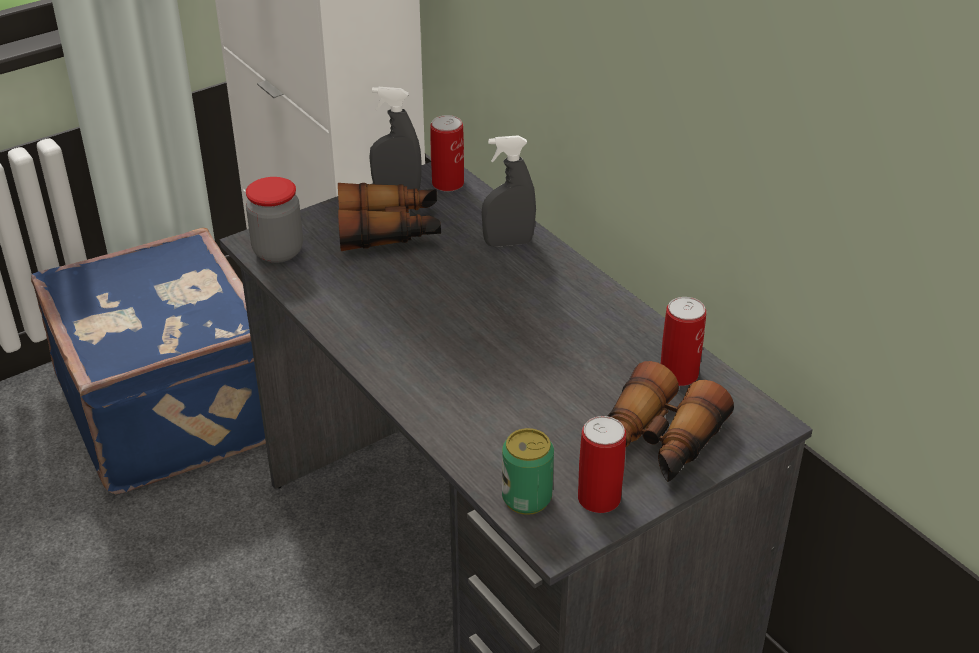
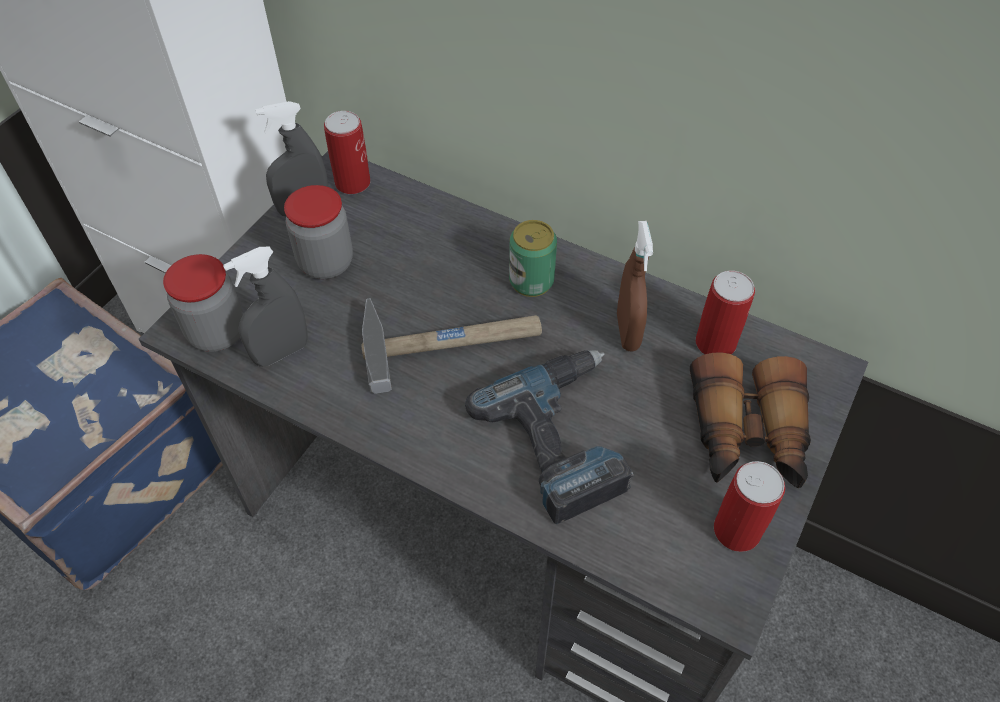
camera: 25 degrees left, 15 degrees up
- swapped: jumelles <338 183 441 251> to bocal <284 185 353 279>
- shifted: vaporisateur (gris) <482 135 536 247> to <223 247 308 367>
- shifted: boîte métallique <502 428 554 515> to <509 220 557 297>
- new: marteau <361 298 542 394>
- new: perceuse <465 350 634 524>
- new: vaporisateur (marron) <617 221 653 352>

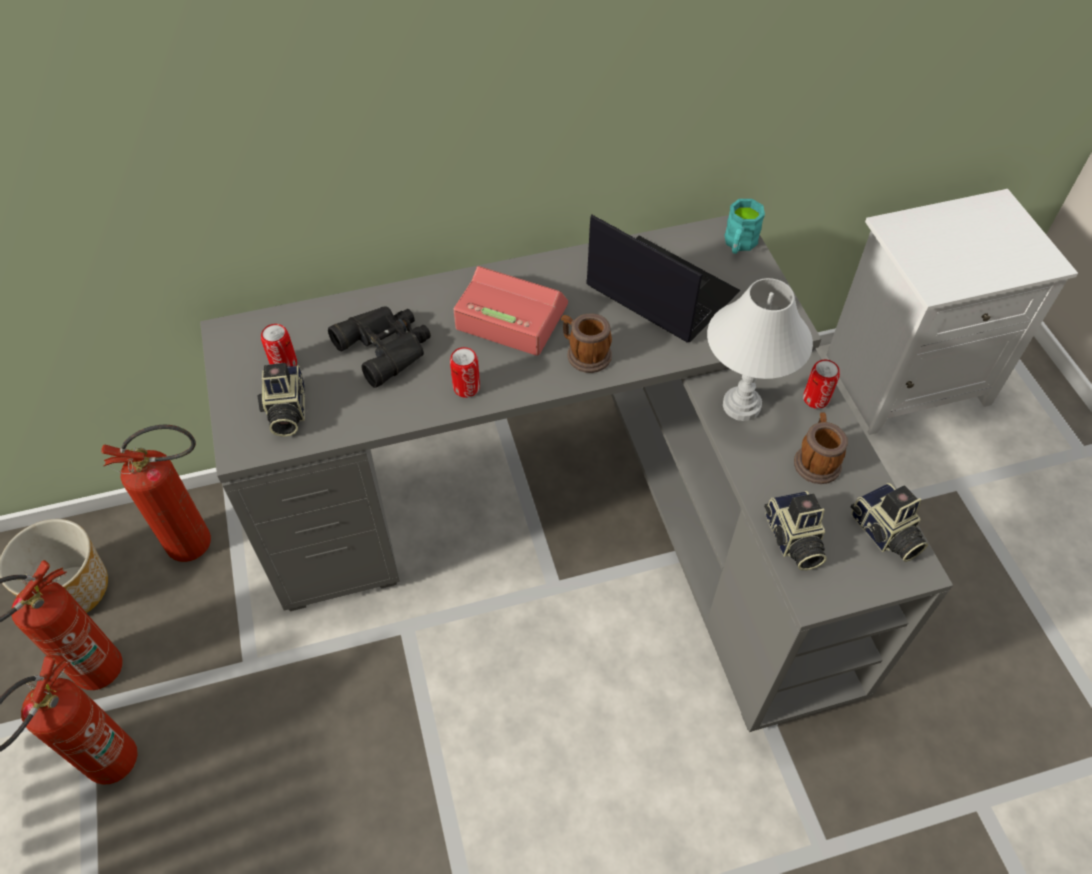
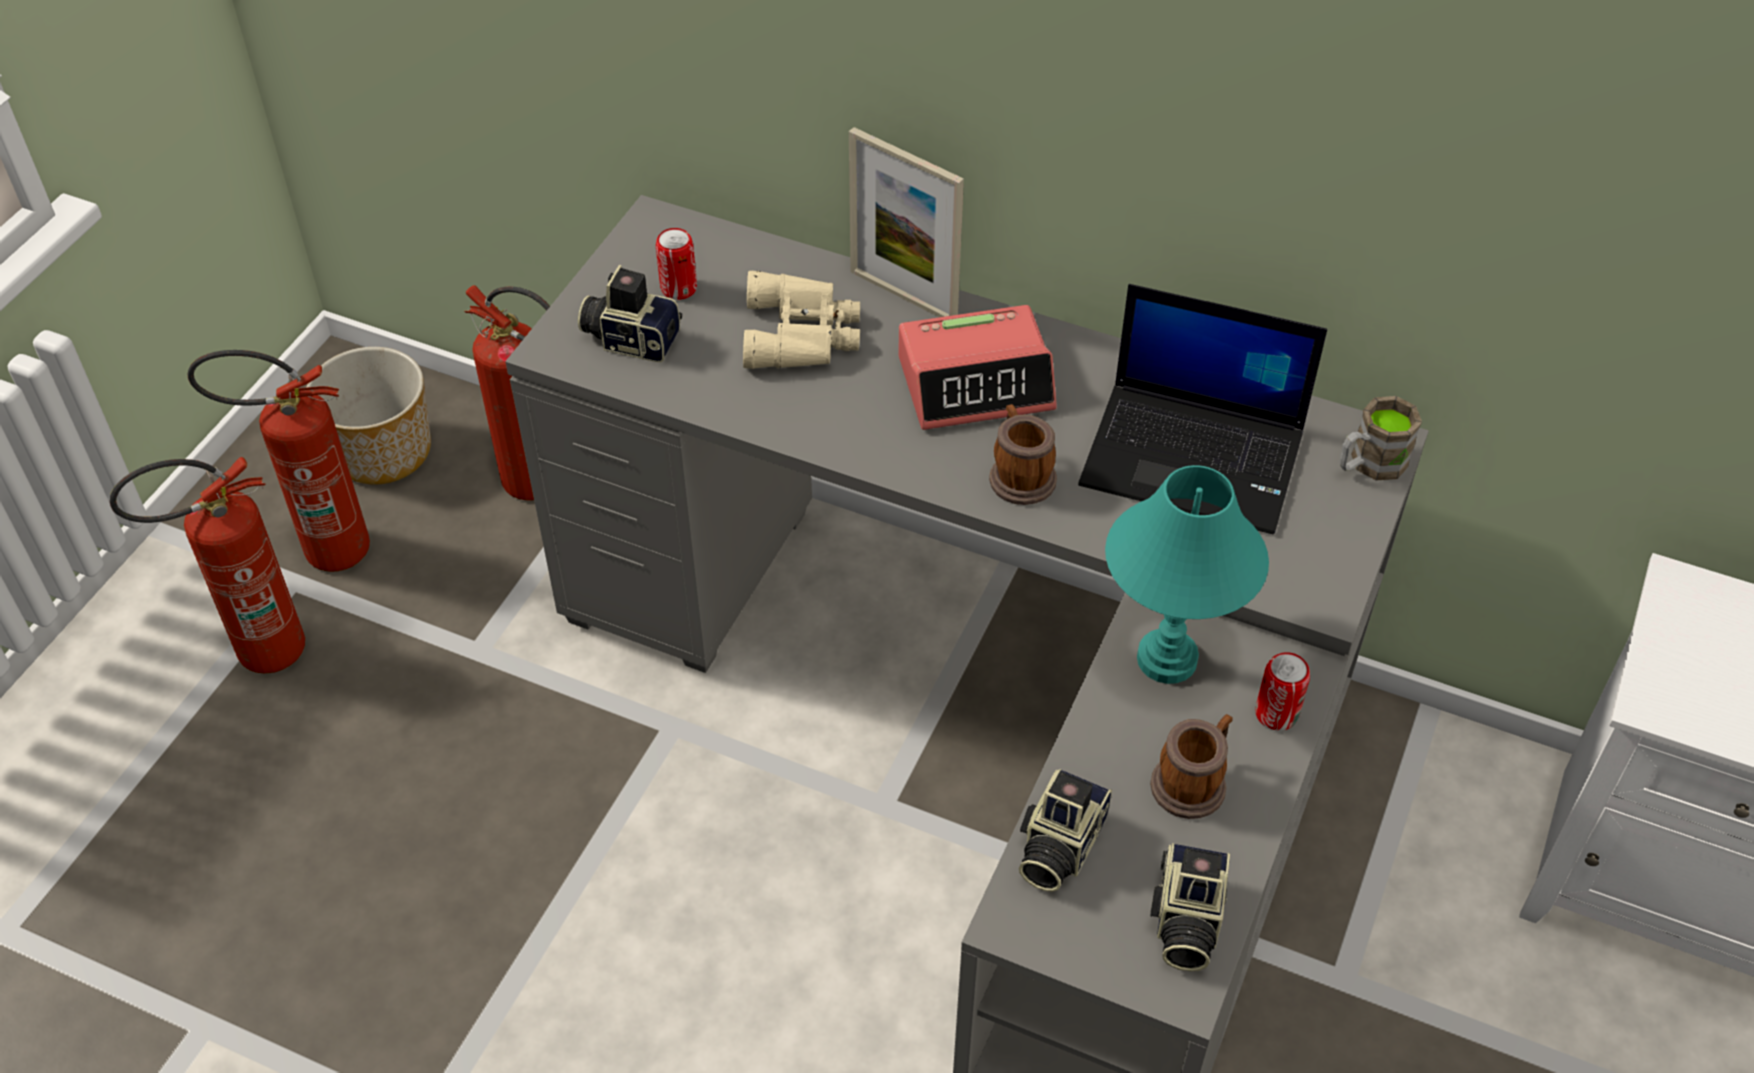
camera: 40 degrees right, 5 degrees down
- rotated: appareil photo <258 363 305 437> = <578 265 682 362> 75 degrees clockwise
- repainted: jumelles (noir) <328 307 431 388> to jumelles (beige) <743 271 860 369>
- gone: boîte métallique <450 347 480 398>
- rotated: réveil <454 266 568 356> = <898 305 1057 430> 105 degrees clockwise
- rotated: ordinateur portable <586 214 740 342> = <1078 284 1327 534> 120 degrees clockwise
- repainted: lampe de table (blanc) <707 278 813 421> to lampe de table (turquoise) <1105 465 1269 684>
- repainted: mug (turquoise) <724 199 765 254> to mug (marron) <1339 396 1422 481>
- new: cadre photo <849 127 964 317>

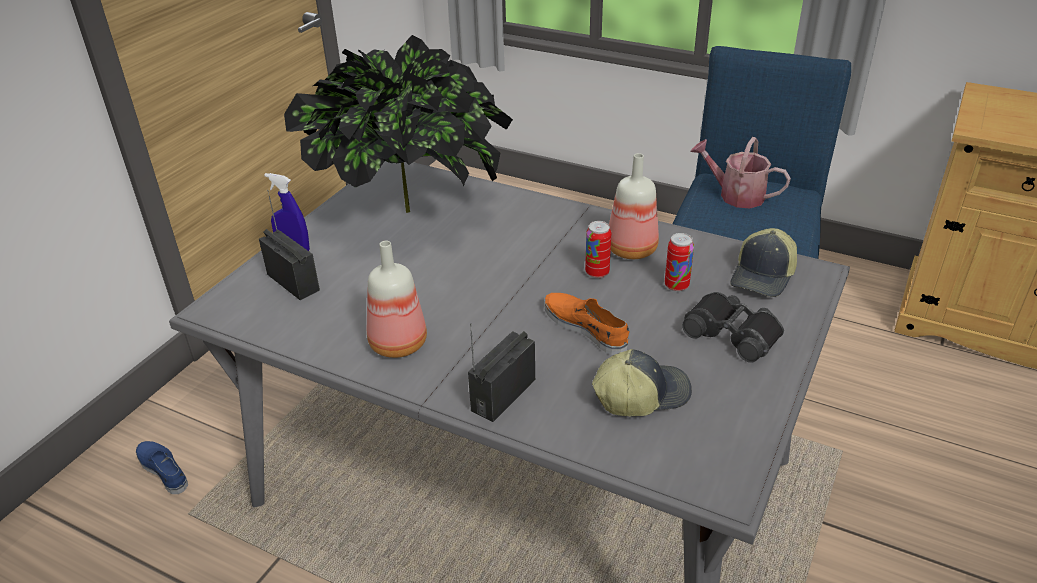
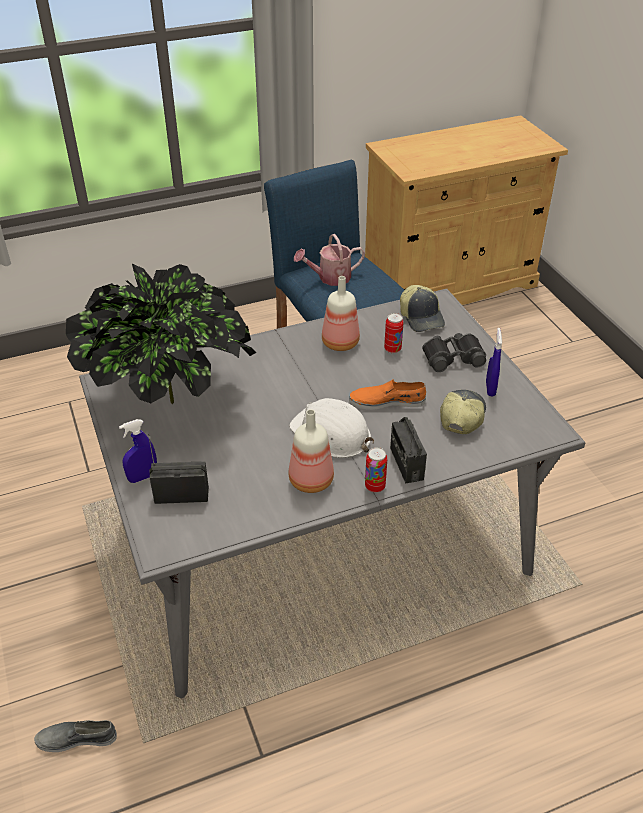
camera: 50 degrees left, 5 degrees up
- repainted: chaussure (bleu) <136 441 188 494> to chaussure (gris) <34 720 117 752>
- shifted: boîte métallique <585 221 611 278> to <365 447 387 493>
- new: casque de chantier (blanc) <289 398 374 458>
- new: vaporisateur (bleu) <486 328 502 397>

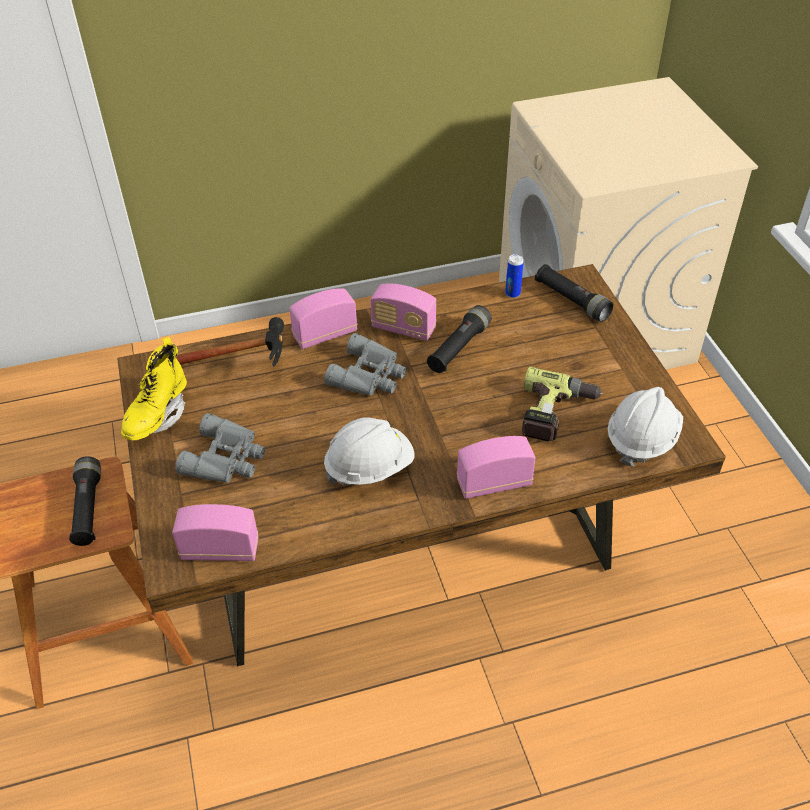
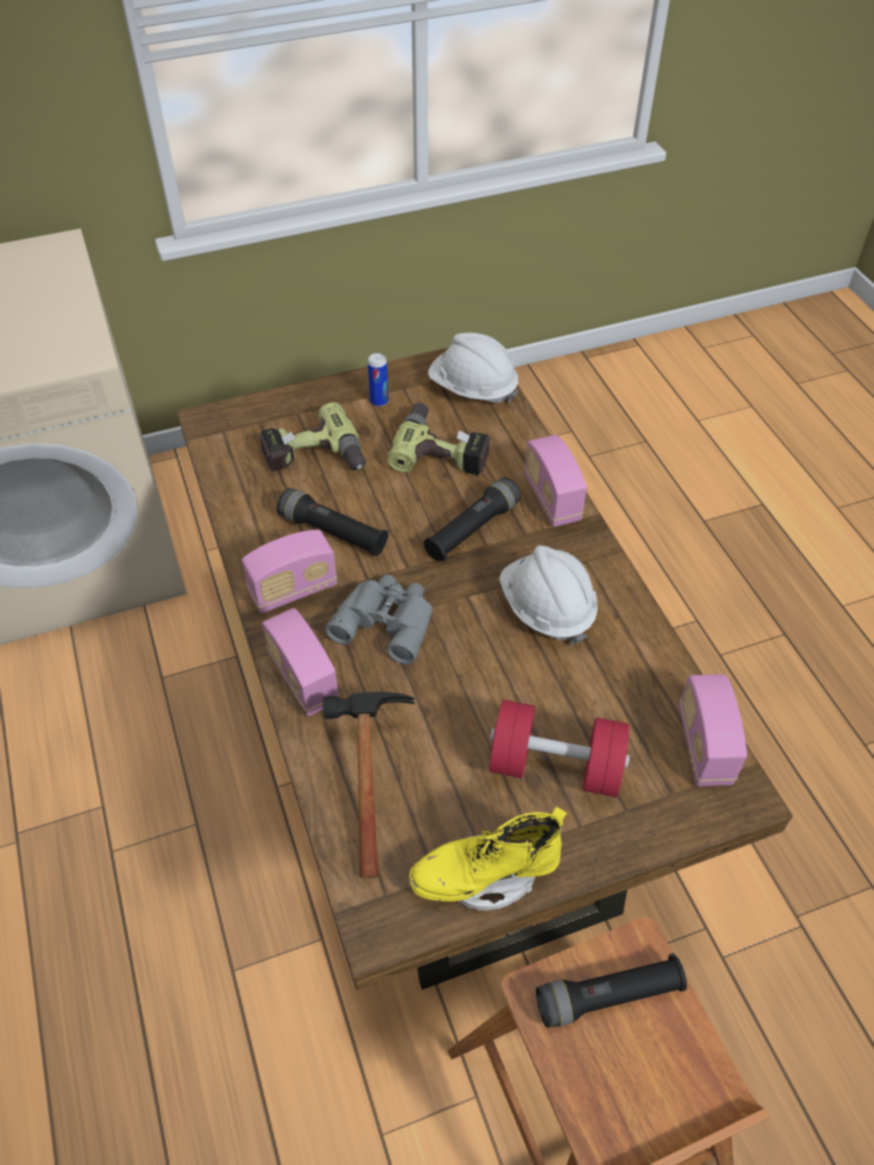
camera: 95 degrees left, 5 degrees up
- rotated: botte (jaune) <121 337 187 440> = <409 806 567 911> 150 degrees clockwise
- swapped: jumelles (gris) <175 413 265 483> to haltère (rouge) <489 700 630 797>
- rotated: radio <370 284 436 341> = <242 530 337 613> 45 degrees clockwise
- shifted: boîte métallique <505 254 524 298> to <368 353 389 407>
- shifted: lampe de poche (noir) <535 264 614 322> to <424 477 521 561>
- new: perceuse <259 402 366 471>

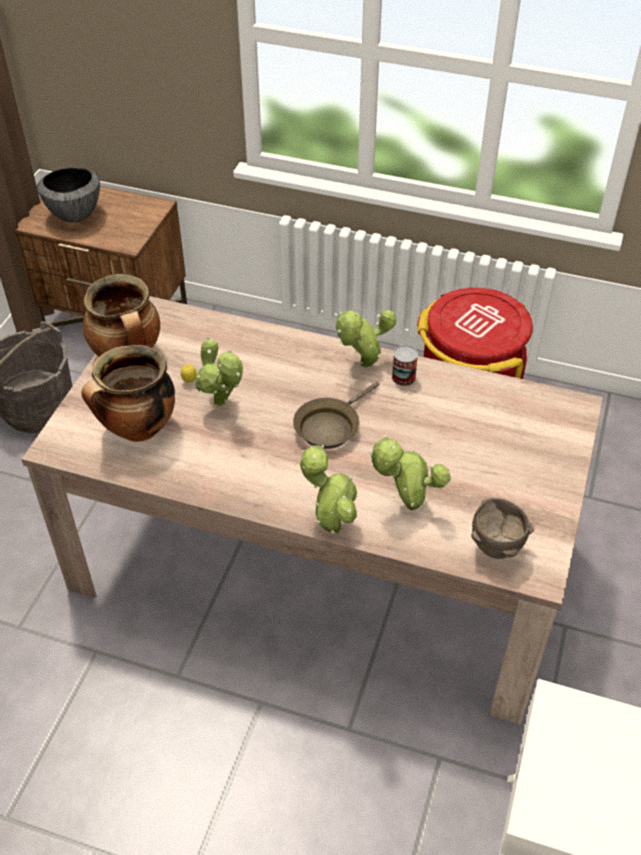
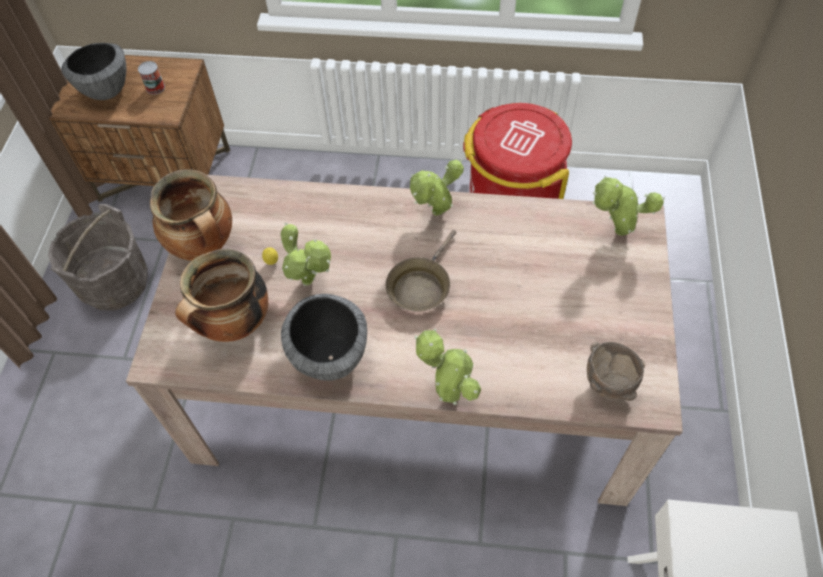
camera: 10 degrees left, 10 degrees up
- shifted: plante en pot <369 435 451 510> to <593 176 665 236>
- shifted: boîte métallique <392 345 418 386> to <138 61 165 95>
- new: bol <281 294 367 381>

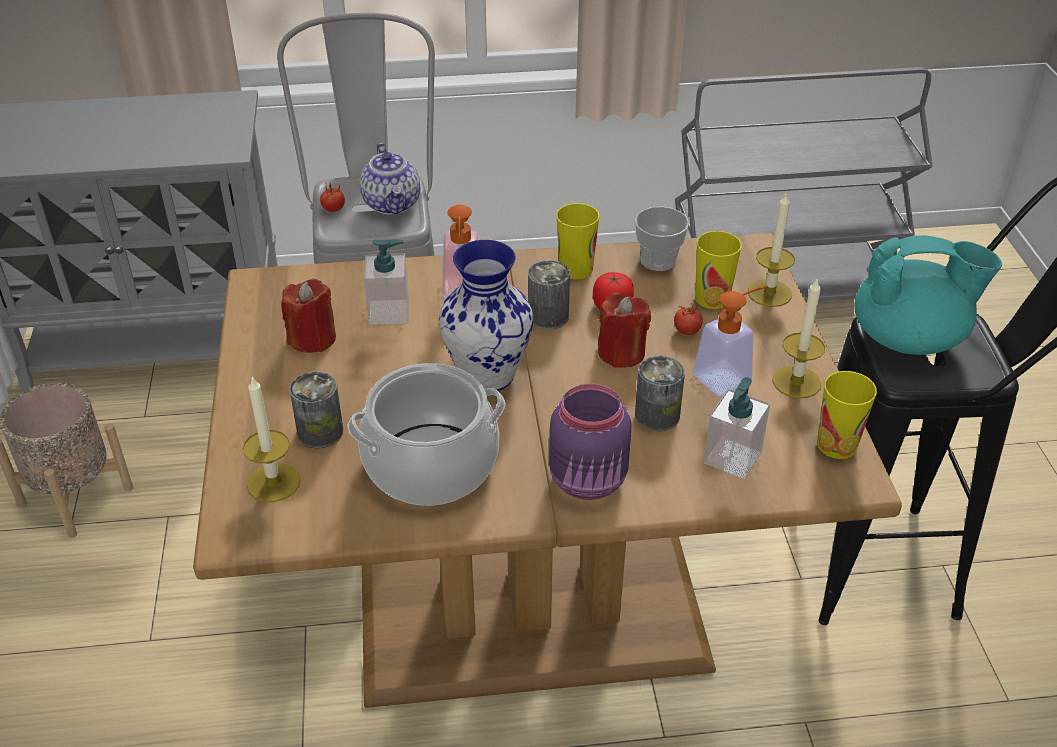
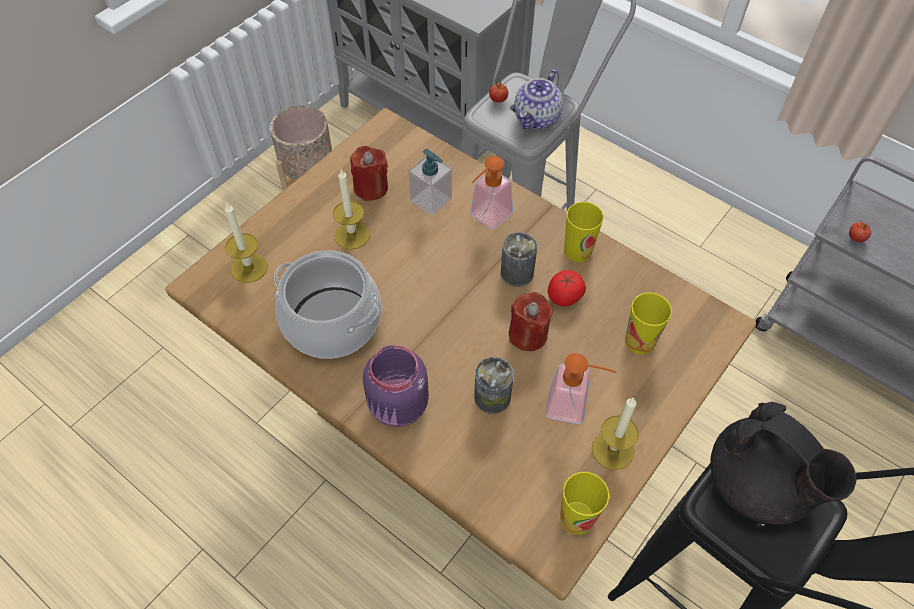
camera: 45 degrees right, 15 degrees up
- gone: boîte métallique <289 371 343 448>
- gone: vase <439 240 533 391>
- gone: tasse <635 206 689 271>
- shifted: tomate <674 304 703 335> to <849 220 871 242>
- gone: distributeur de savon <704 377 770 479>
- shifted: bougie <748 192 795 307> to <333 169 370 250>
- repainted: théière (turquoise) <854 235 1002 355> to théière (noir) <710 402 857 524>

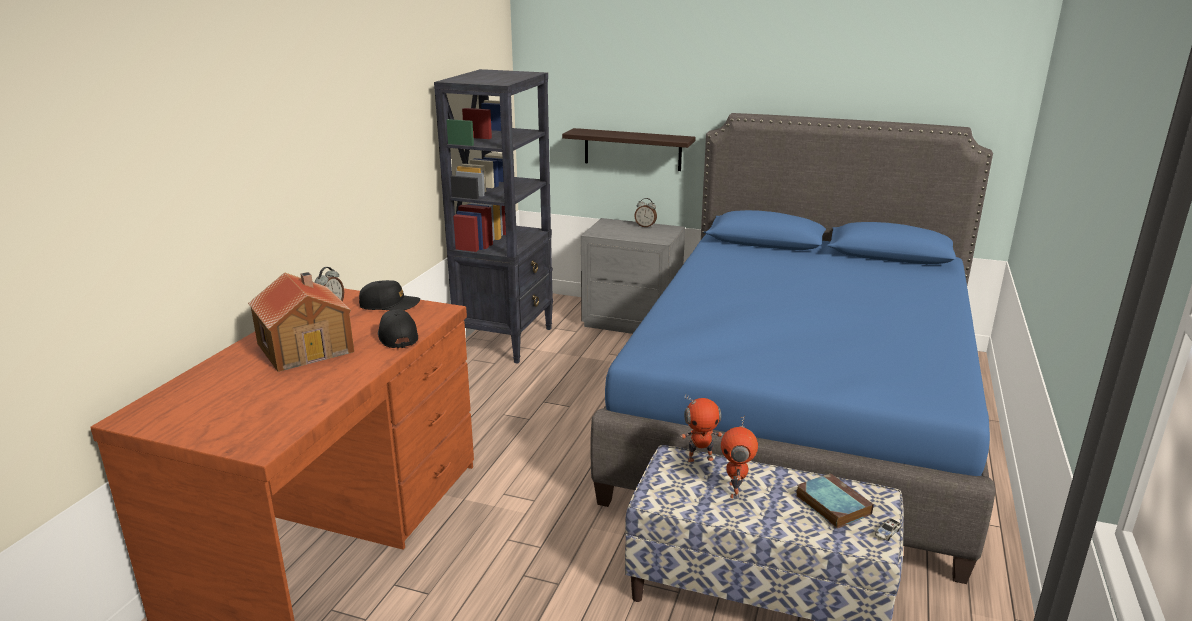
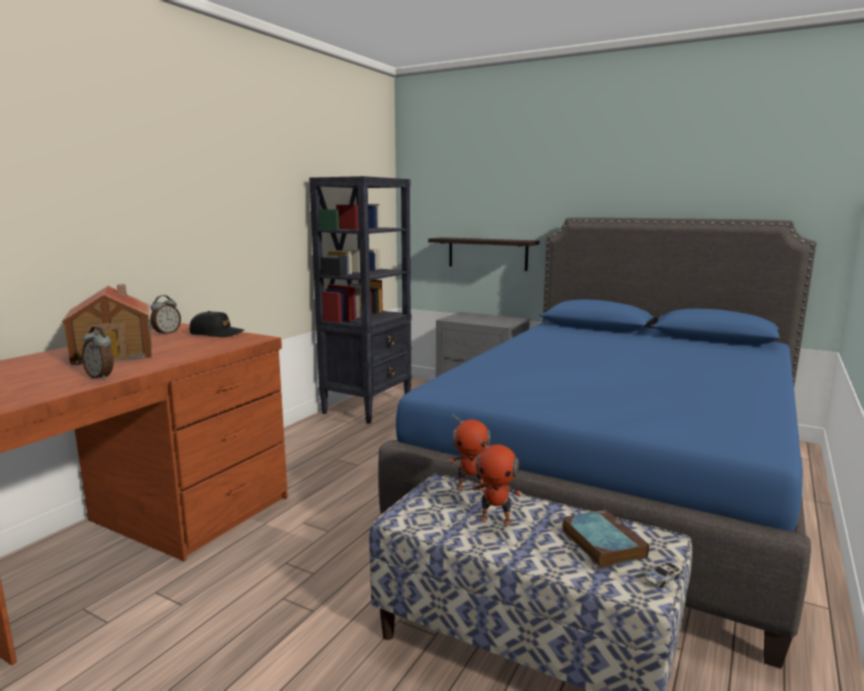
camera: 10 degrees right, 10 degrees down
- gone: casquette (noir) <378 309 418 348>
- shifted: réveil <634 198 657 228> to <82 326 114 380>
- rotated: robot jouet <721 415 758 499> = <472 436 522 525> 90 degrees counterclockwise

